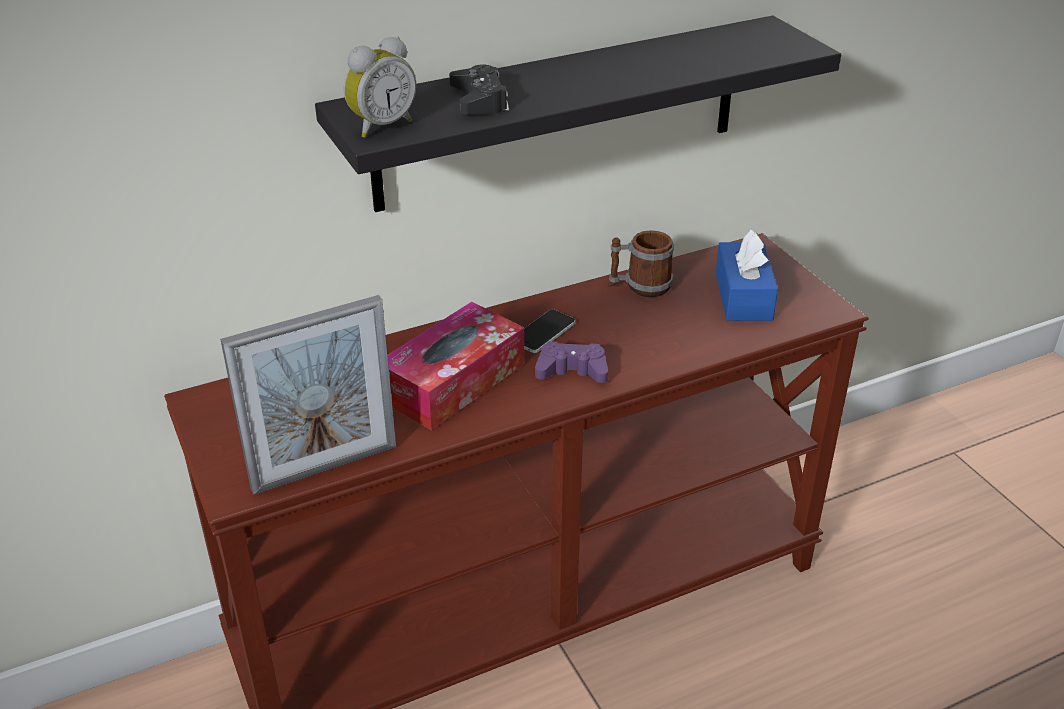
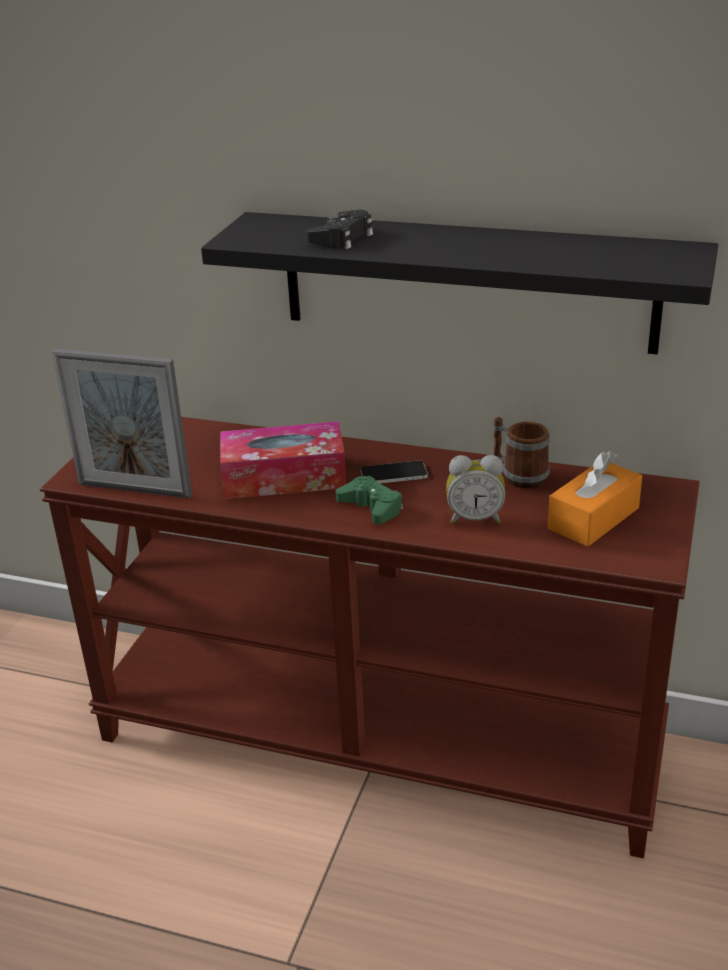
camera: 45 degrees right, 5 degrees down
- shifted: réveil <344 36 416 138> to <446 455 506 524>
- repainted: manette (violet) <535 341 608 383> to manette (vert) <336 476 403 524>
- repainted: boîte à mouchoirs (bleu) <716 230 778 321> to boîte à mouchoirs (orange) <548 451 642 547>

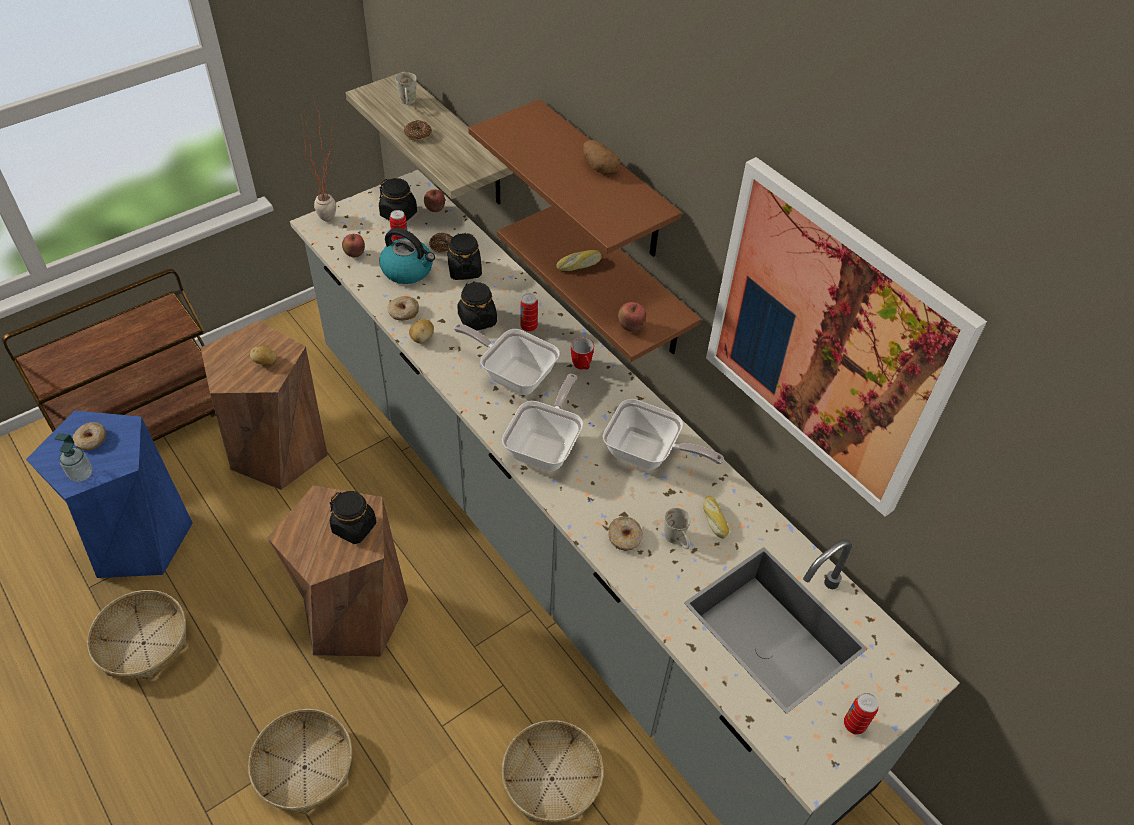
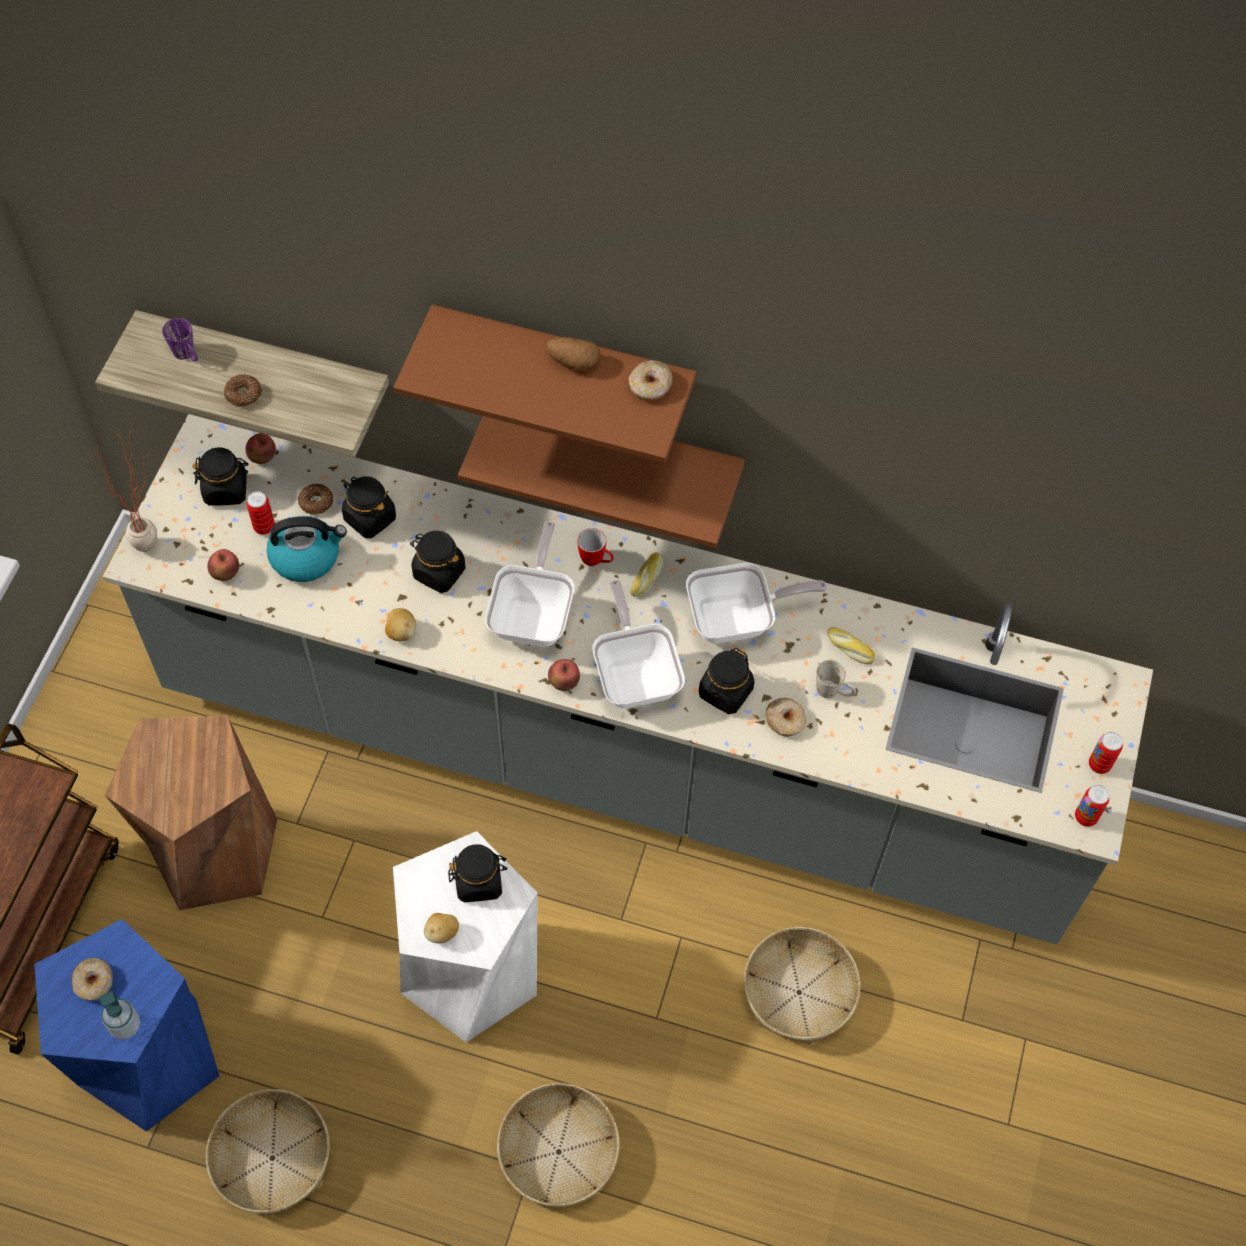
camera: 35 degrees left, 10 degrees up
- shifted: pomme de terre <250 346 276 365> to <424 913 459 943>
- repainted: tabouret (marron) <268 485 408 657> to tabouret (blanc) <393 831 538 1042>
- shifted: beignet <387 296 419 321> to <629 360 673 401>
- repainted: mug (blanc) <395 72 417 105> to mug (violet) <162 318 198 362>
- rotated: poêle <454 324 560 395> = <485 521 574 647> 105 degrees clockwise
- shifted: boîte métallique <520 293 538 332> to <1075 785 1109 827>
- shifted: pain <556 250 602 271> to <630 552 663 596>
- shifted: pomme <618 302 646 332> to <548 659 580 691>
- gone: tableau <706 157 987 517>
- new: bocal (noir) <699 648 755 714>

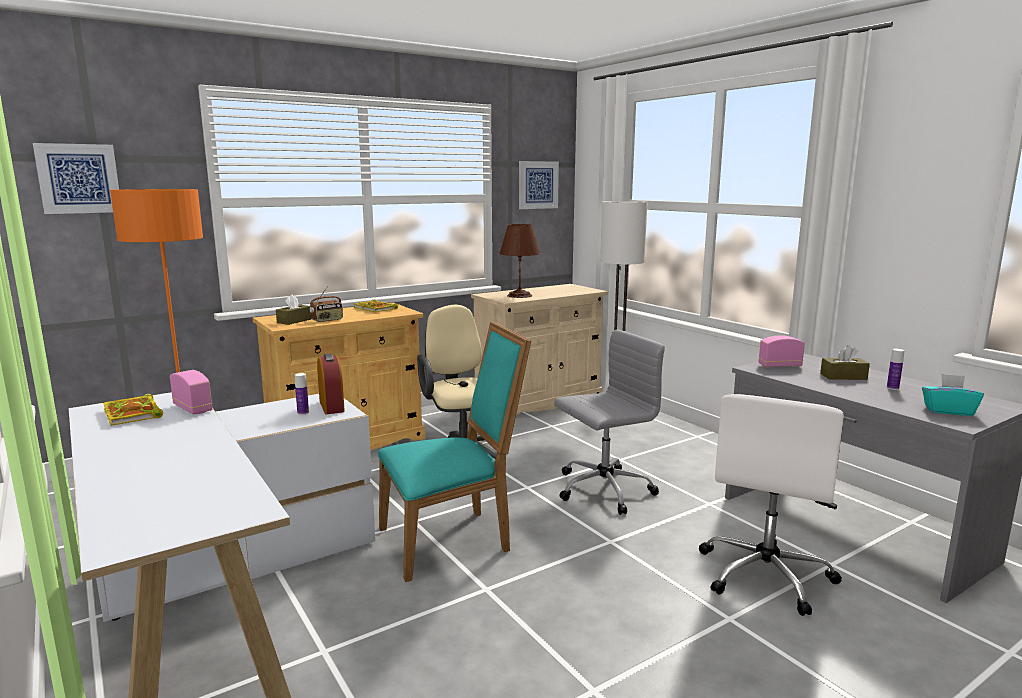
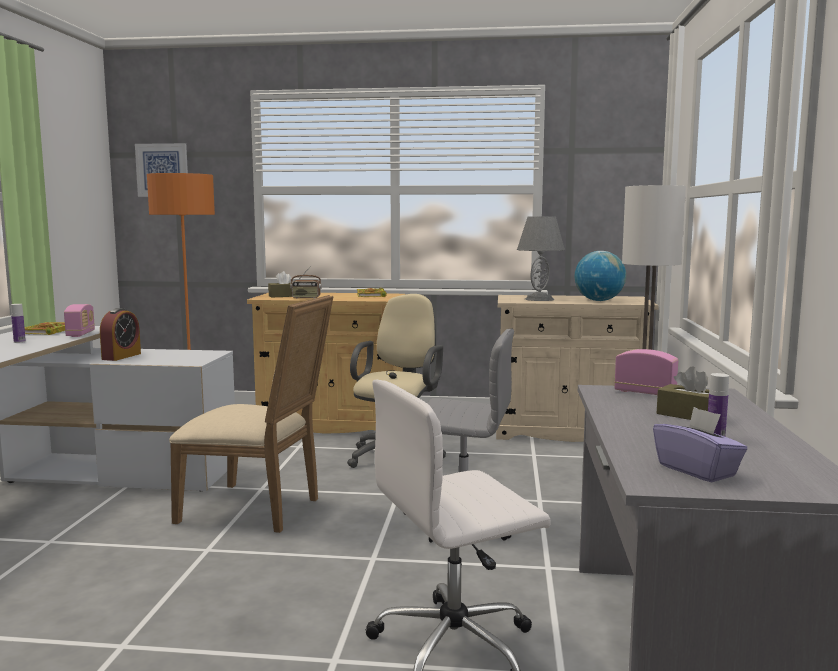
camera: 40 degrees right, 5 degrees down
- shifted: bouteille <295 373 309 415> to <11 304 26 343>
- shifted: réveil <317 353 345 414> to <100 308 141 361>
- repainted: chaise (turquoise) <378 322 531 582> to chaise (beige) <169 295 333 533>
- repainted: lampe de table (marron) <500 224 540 298> to lampe de table (gris) <517 216 565 301>
- gone: tableau <519 161 559 209>
- repainted: boîte à mouchoirs (turquoise) <922 374 984 416> to boîte à mouchoirs (violet) <653 407 748 482>
- new: globe <575 251 626 301>

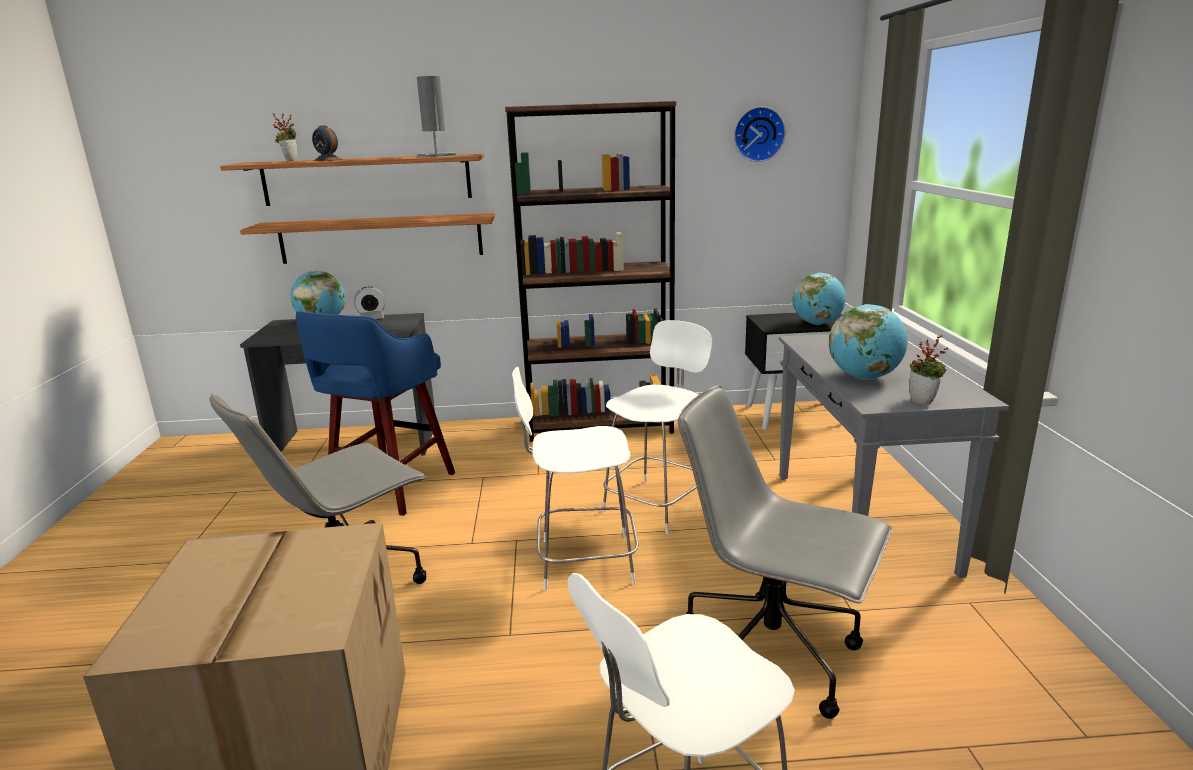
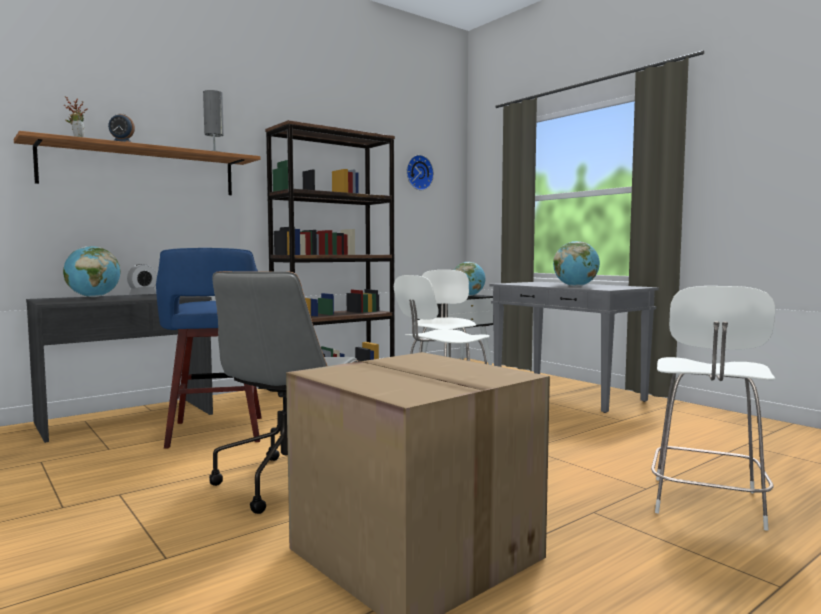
camera: 35 degrees left, 15 degrees down
- gone: étagère <240 213 495 264>
- gone: chaise de bureau (gris) <678 385 892 719>
- gone: plante en pot <909 335 948 405>

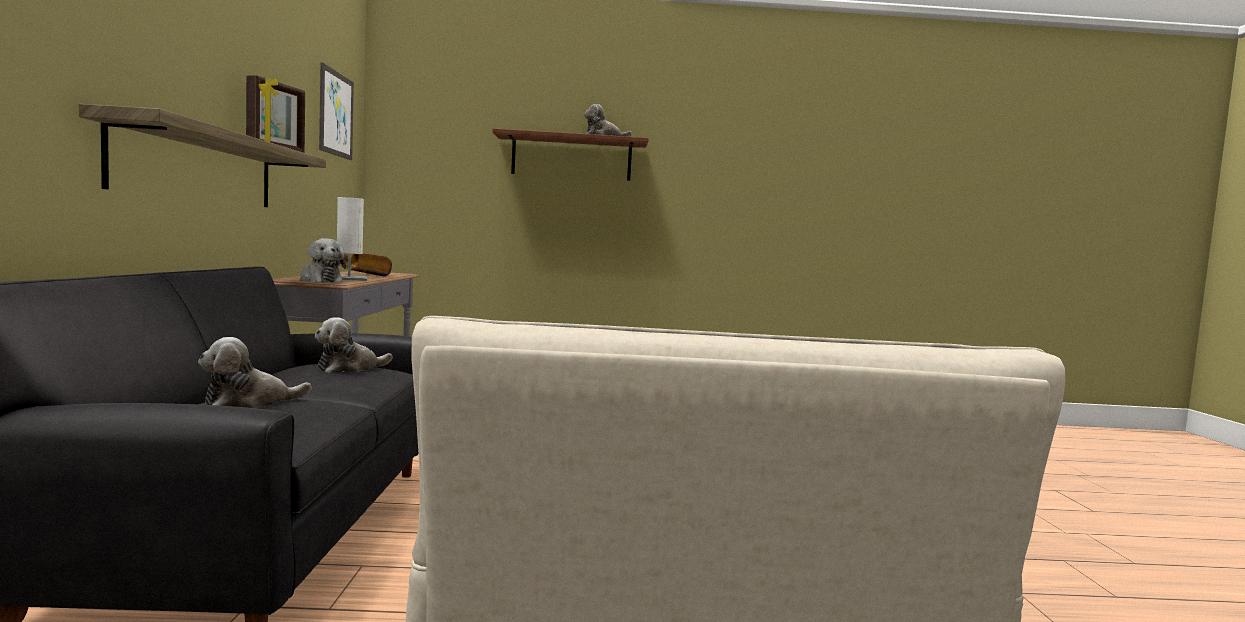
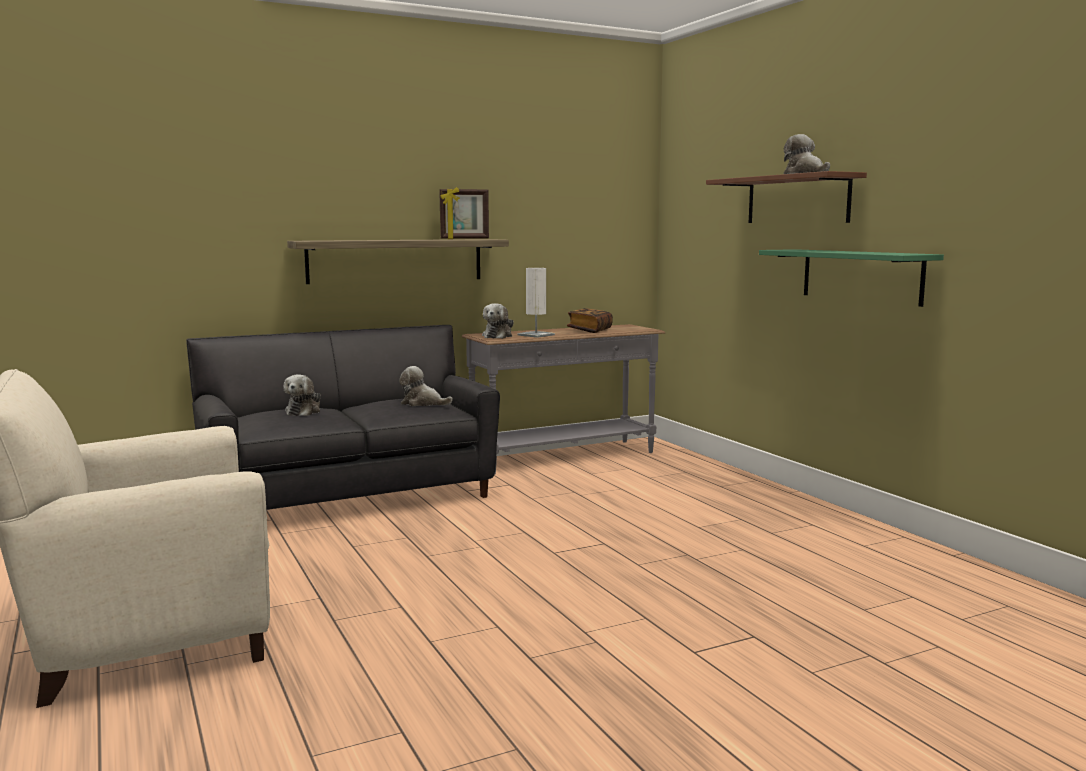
camera: 65 degrees right, 5 degrees up
- rotated: peluche <198 337 312 408> = <283 374 321 416> 105 degrees counterclockwise
- gone: tableau <319 62 354 160>
- new: étagère (vert) <759 249 944 307>

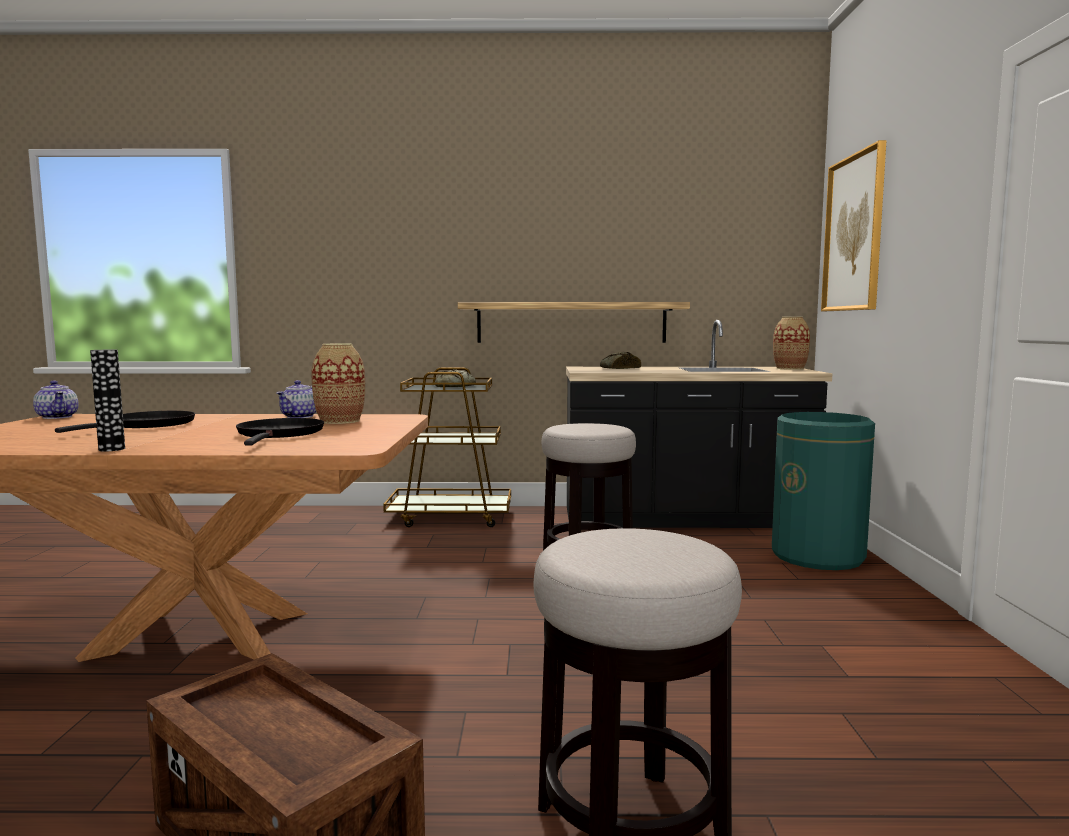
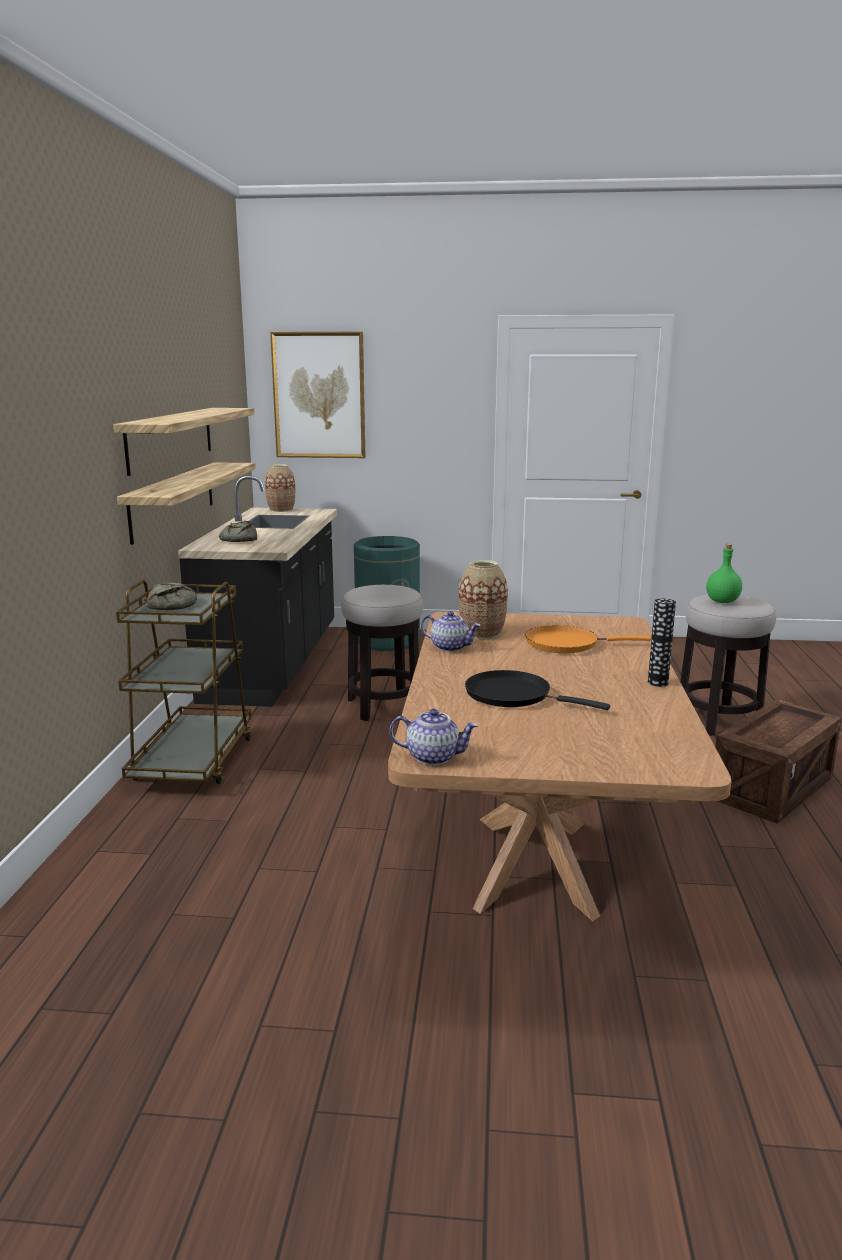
camera: 85 degrees left, 10 degrees up
- rotated: théière <33 380 79 419> = <389 709 478 765> 45 degrees clockwise
- repainted: poêle (noir) <236 418 324 446> to poêle (orange) <525 625 651 653>
- new: étagère <114 408 255 476>
- new: bouteille (vert) <706 544 742 603>

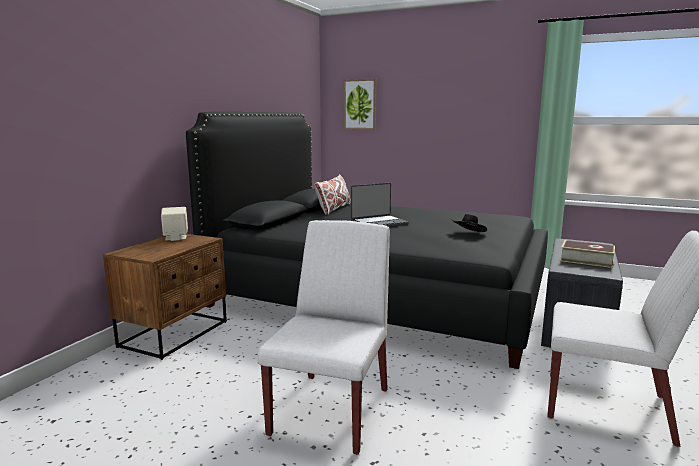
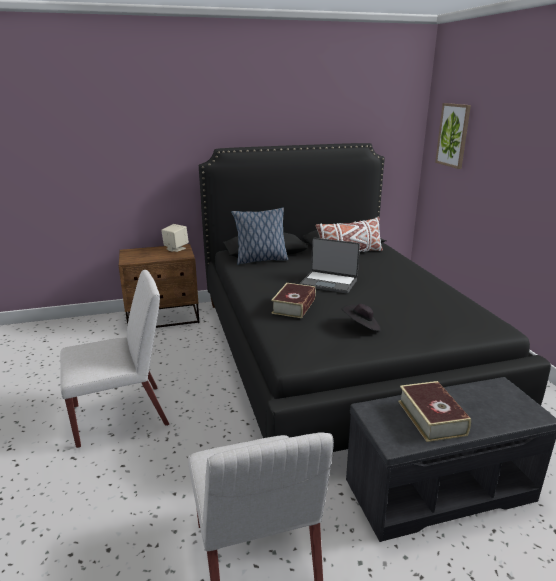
camera: 50 degrees right, 10 degrees up
- new: coussin <231 207 288 265>
- new: livre <271 283 316 318>

